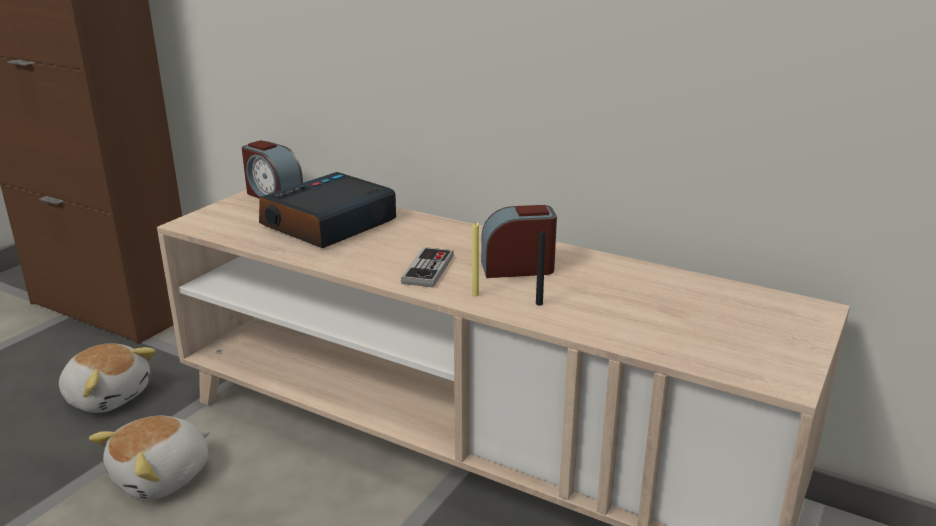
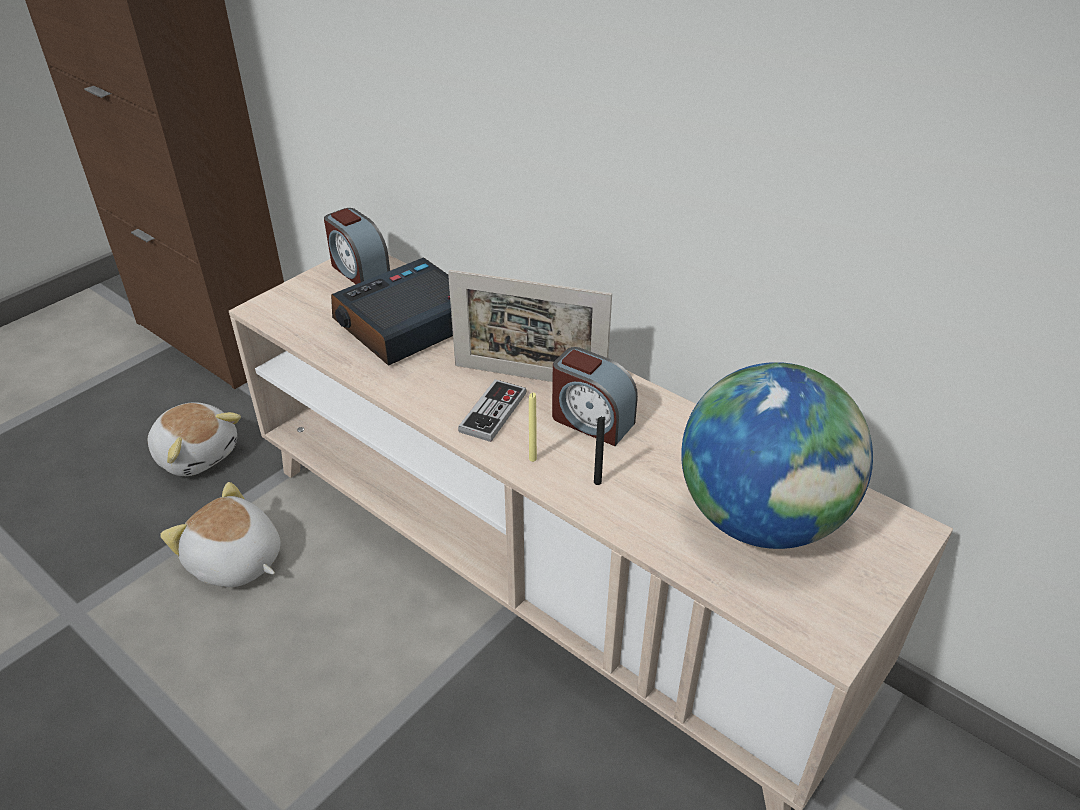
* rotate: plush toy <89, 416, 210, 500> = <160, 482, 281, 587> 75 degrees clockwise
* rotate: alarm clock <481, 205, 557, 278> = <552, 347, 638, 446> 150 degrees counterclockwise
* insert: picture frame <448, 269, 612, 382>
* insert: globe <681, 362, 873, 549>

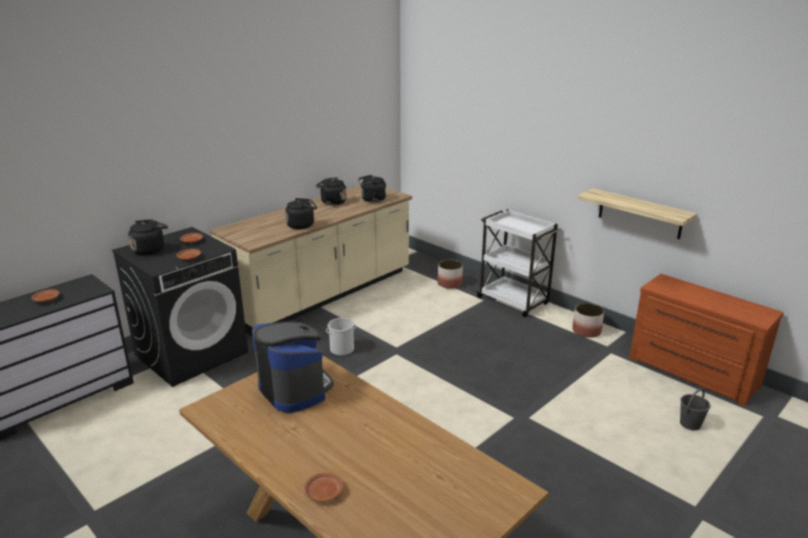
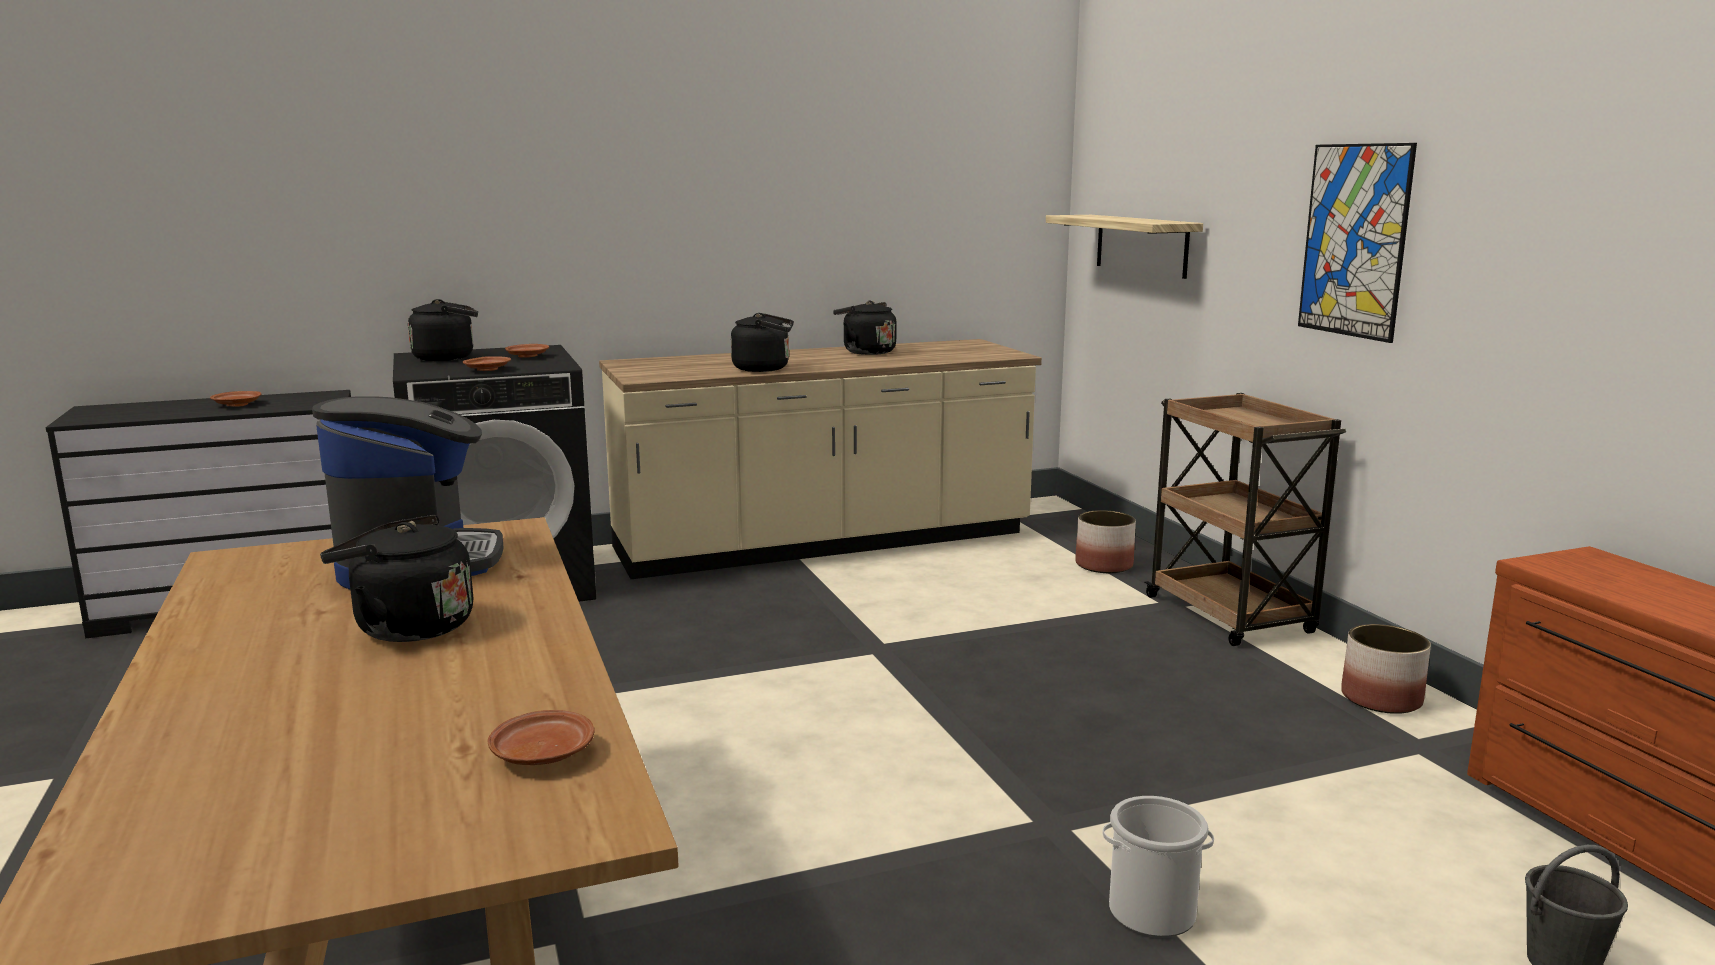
* move: brown plate <305, 473, 343, 502> to <487, 710, 595, 765>
* move: bucket <326, 318, 356, 356> to <1103, 796, 1214, 937>
* move: black kettle <358, 175, 386, 202> to <320, 515, 473, 642>
* recolor: white cart <476, 209, 561, 317> to brown cart <1144, 393, 1346, 646>
* move: shelf <577, 188, 697, 239> to <1046, 215, 1203, 279>
* insert: picture <1298, 143, 1417, 343>

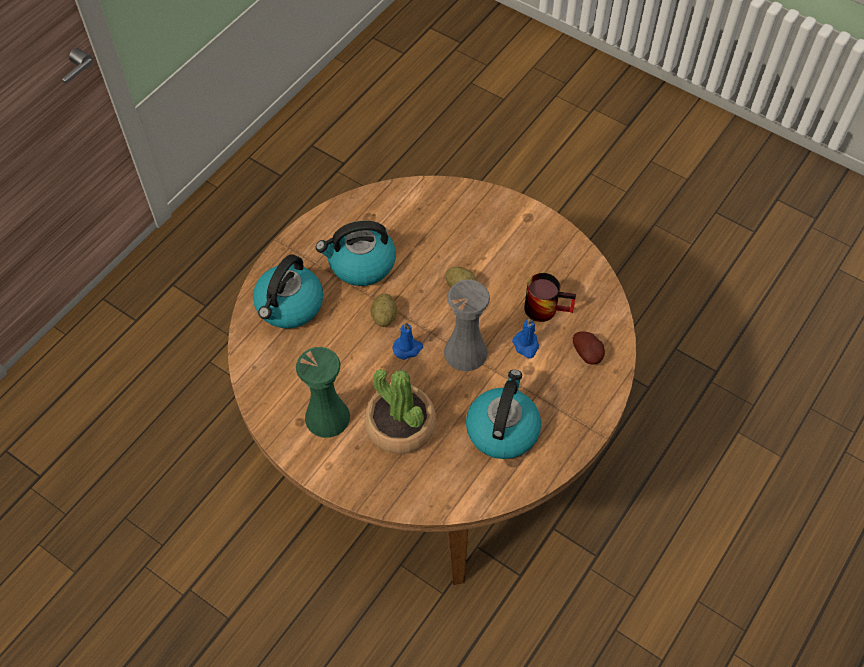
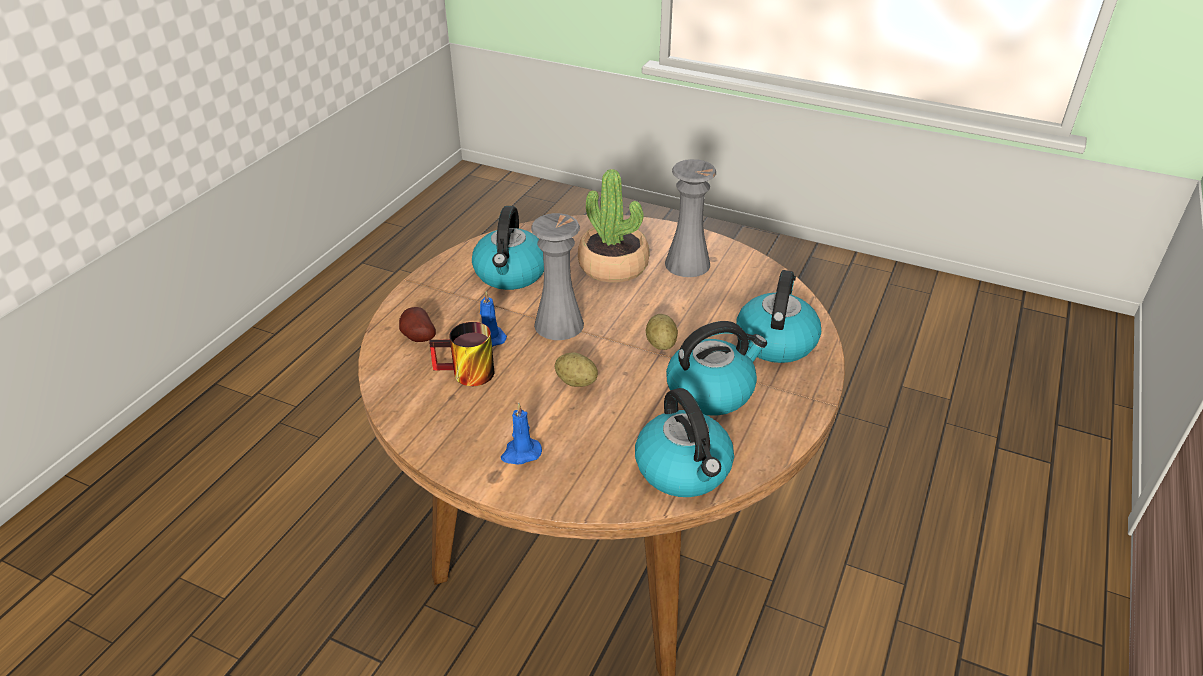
* recolor: green vase <296, 347, 350, 438> to grey vase <665, 159, 716, 277>
* move: blue candle <392, 322, 423, 360> to <501, 403, 542, 464>
* insert: kettle <635, 388, 734, 497>

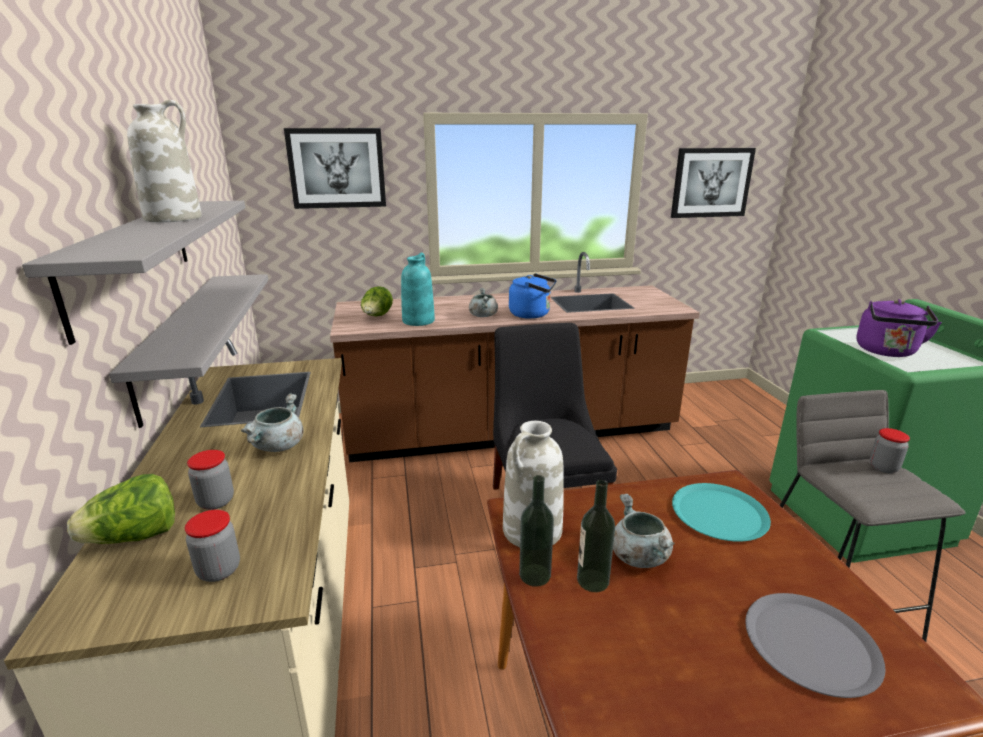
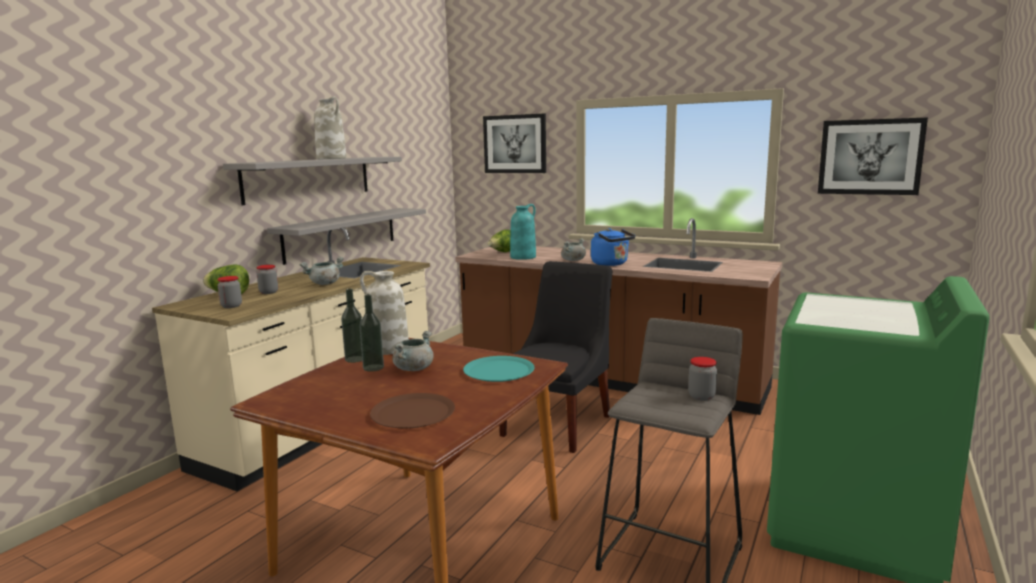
* recolor: grey plate <745, 593, 885, 698> to brown plate <370, 393, 455, 429>
* delete: purple kettle <857, 299, 942, 357>

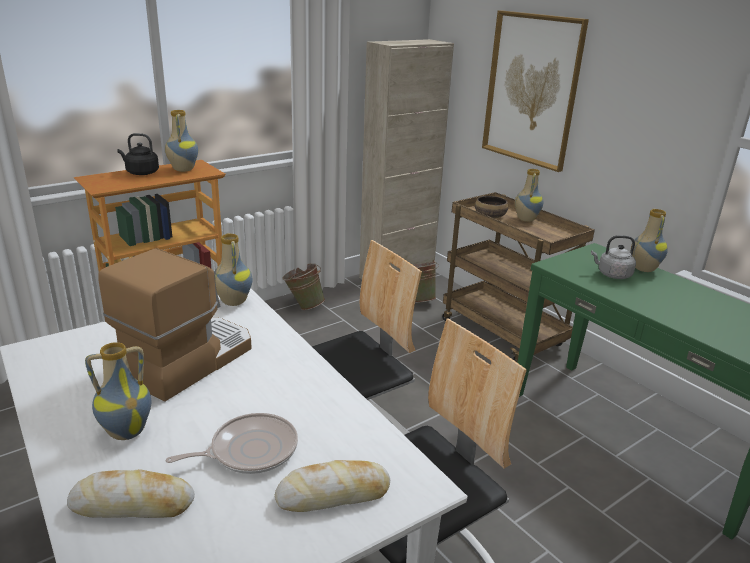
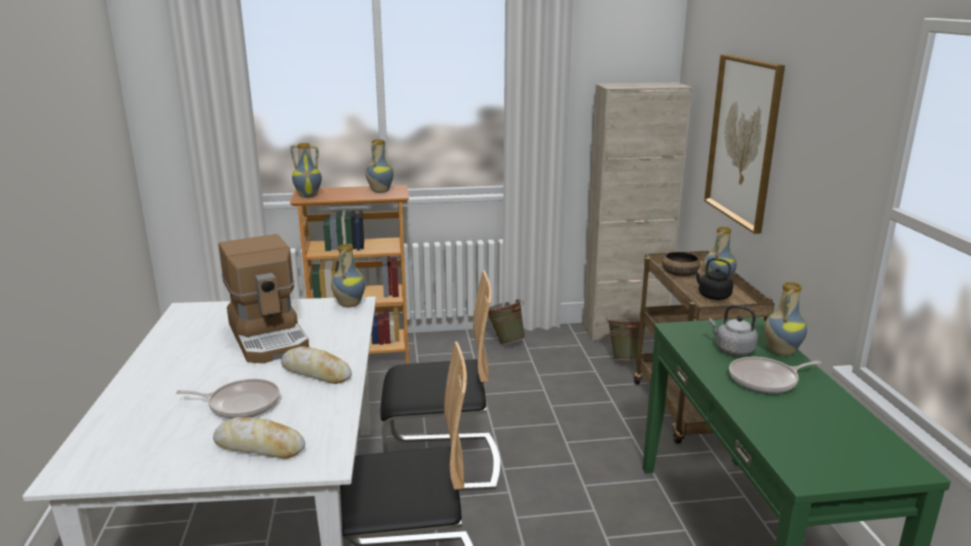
* move: bread <67, 469, 195, 518> to <281, 346, 352, 384>
* move: vase <85, 342, 151, 440> to <290, 143, 322, 198>
* rotate: coffee machine <98, 248, 252, 402> = <218, 234, 309, 363> 90 degrees clockwise
* move: black kettle <117, 133, 159, 175> to <693, 258, 733, 300>
* insert: frying pan <729, 357, 822, 394>

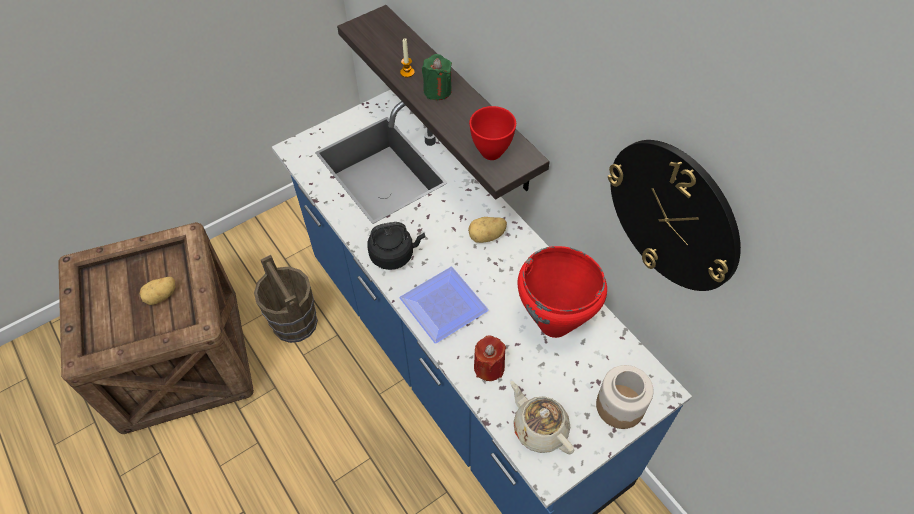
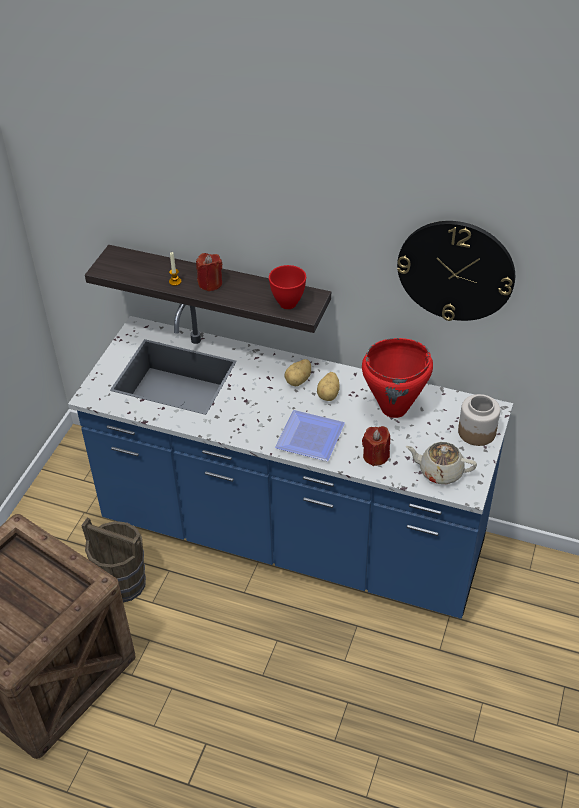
* move: potato <140, 277, 176, 305> to <317, 372, 340, 401>
* delete: black kettle <367, 222, 426, 270>
* recolor: green candle <422, 54, 452, 100> to red candle <196, 253, 222, 291>

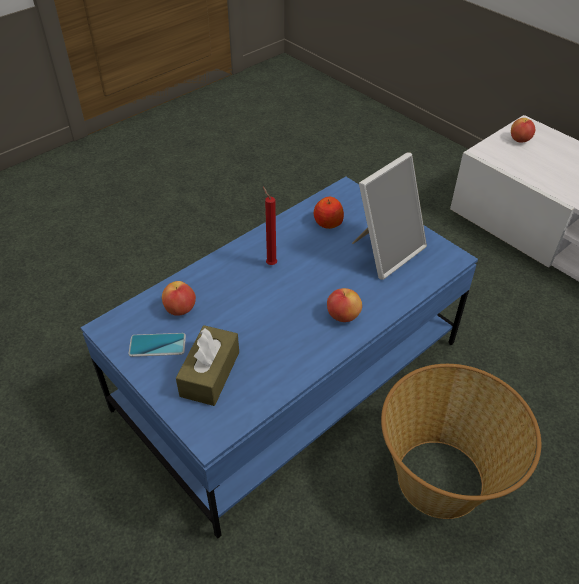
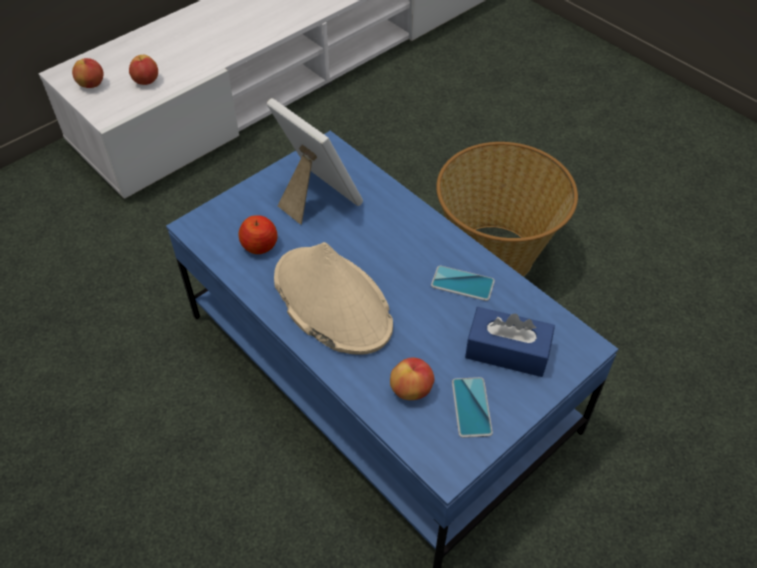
* recolor: brown tissue box <176, 325, 239, 406> to blue tissue box <465, 307, 555, 377>
* replace: red candle <263, 187, 277, 265> to beige hat <274, 242, 393, 355>
* move: apple <327, 288, 362, 322> to <129, 55, 158, 85>
* insert: phone <431, 266, 495, 301>

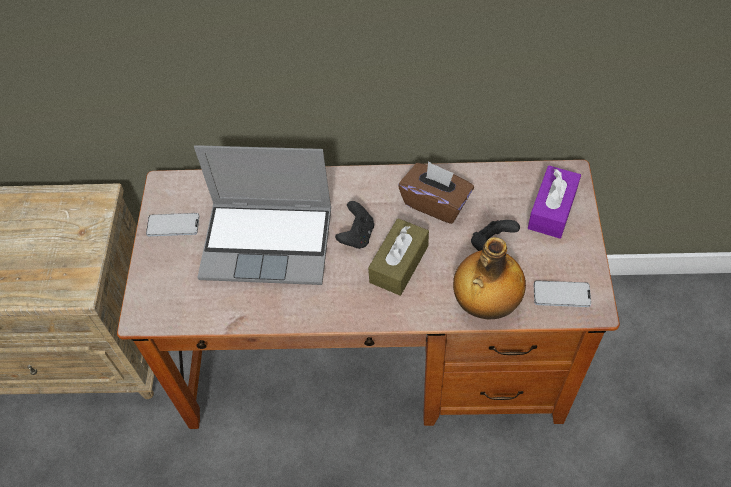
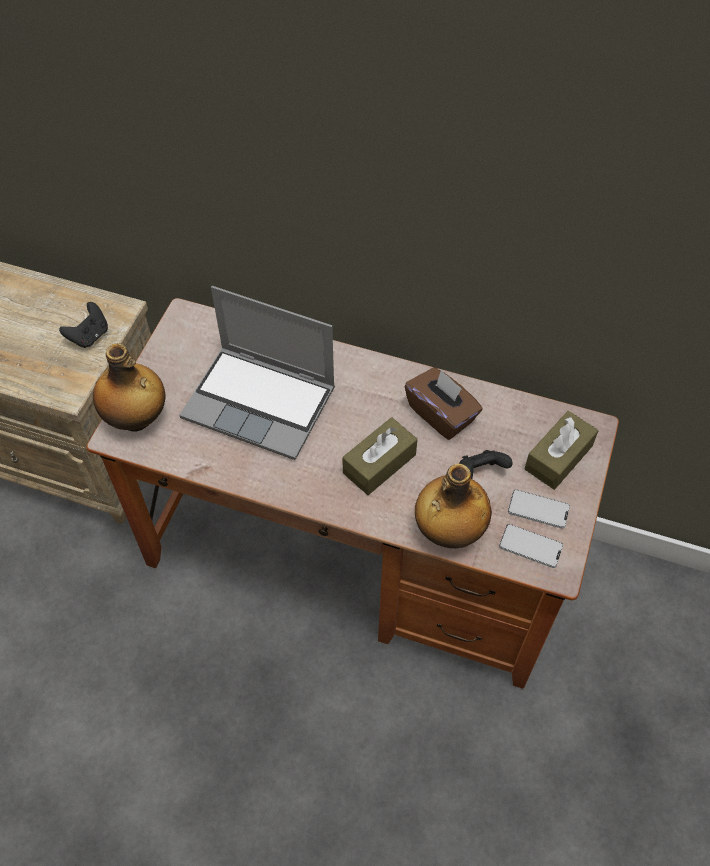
* move: phone <146, 213, 199, 236> to <508, 489, 570, 529>
* move: black game controller <335, 201, 374, 249> to <59, 302, 108, 348>
* recolor: purple tissue box <528, 166, 581, 239> to brown tissue box <525, 411, 598, 490>
* insert: bottle <93, 343, 165, 432>

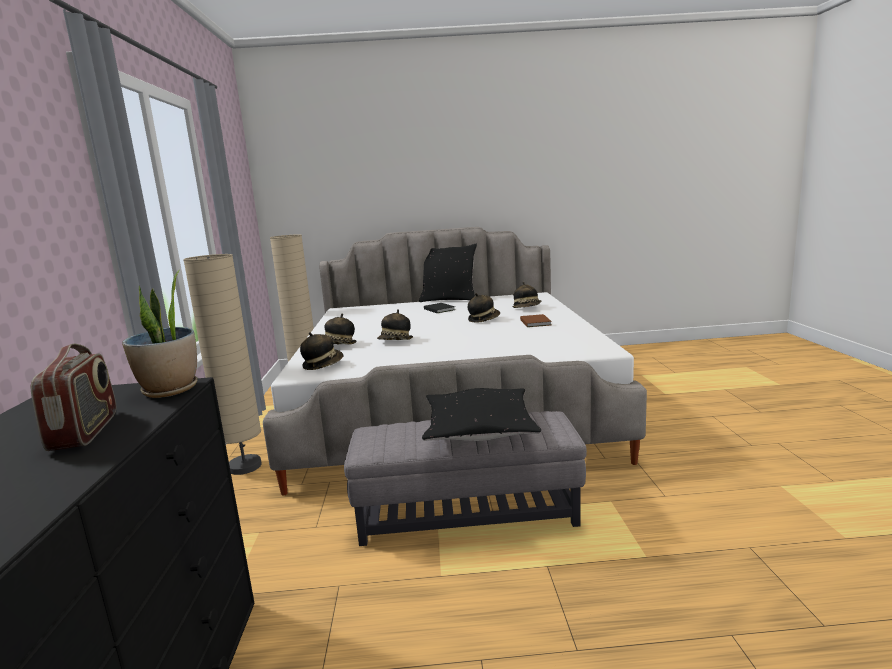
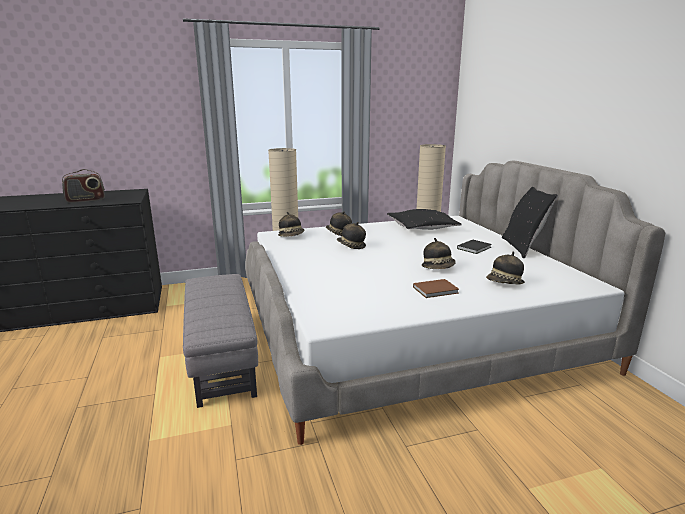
* delete: potted plant <122, 270, 198, 398>
* move: black pillow <422, 388, 542, 441> to <387, 209, 462, 230>

